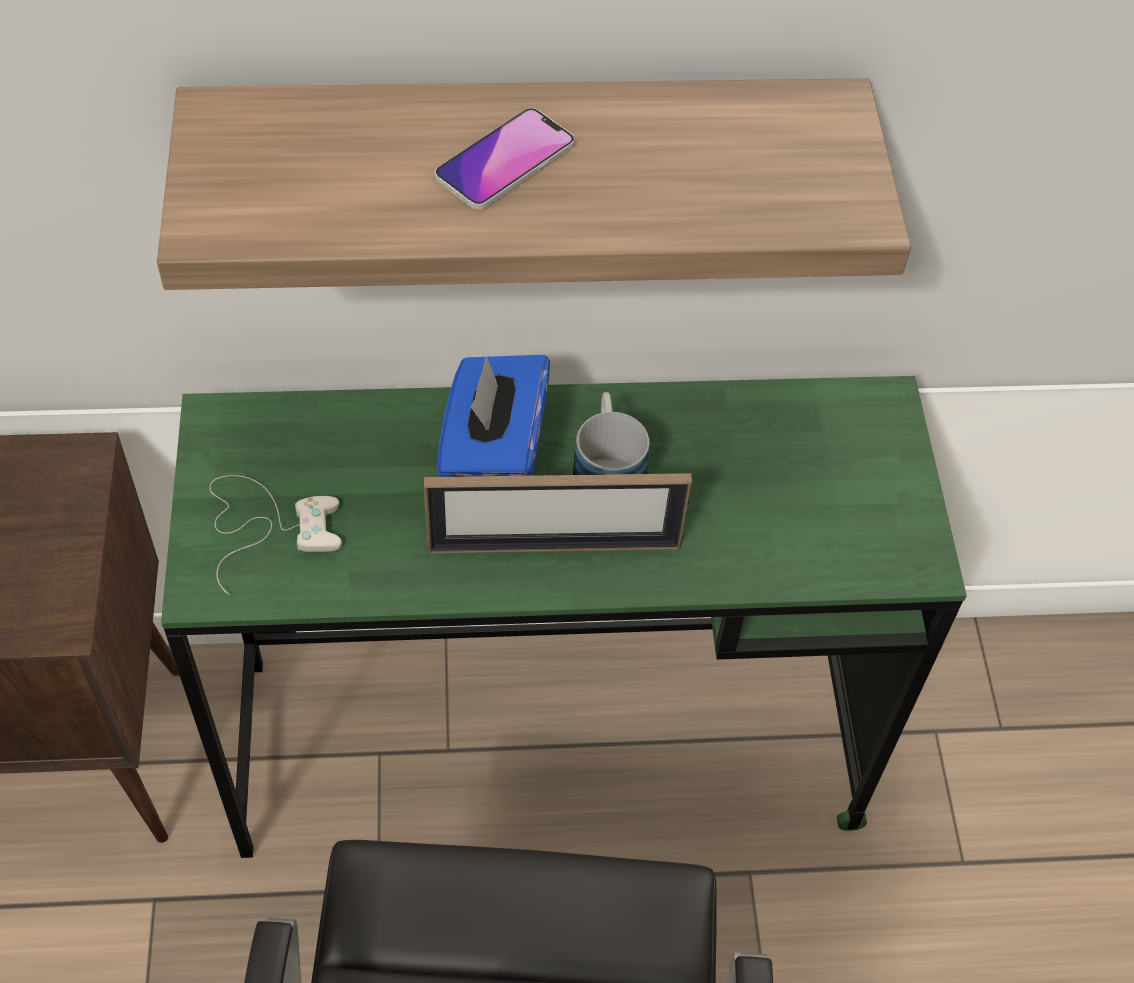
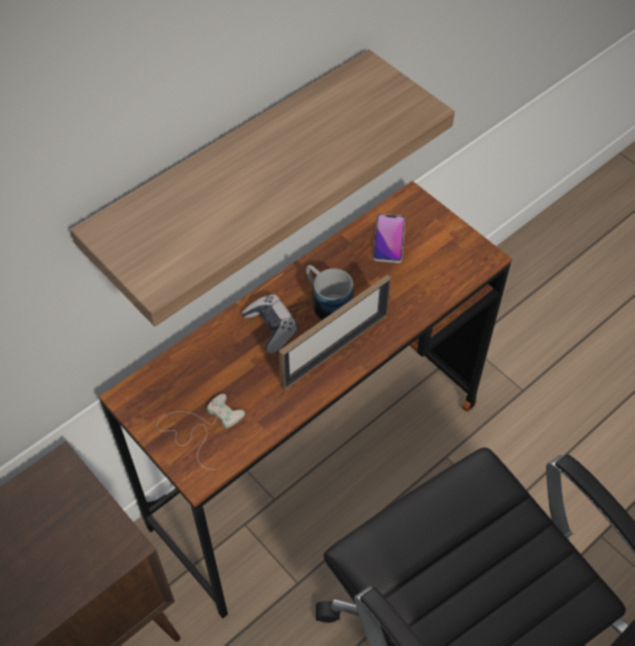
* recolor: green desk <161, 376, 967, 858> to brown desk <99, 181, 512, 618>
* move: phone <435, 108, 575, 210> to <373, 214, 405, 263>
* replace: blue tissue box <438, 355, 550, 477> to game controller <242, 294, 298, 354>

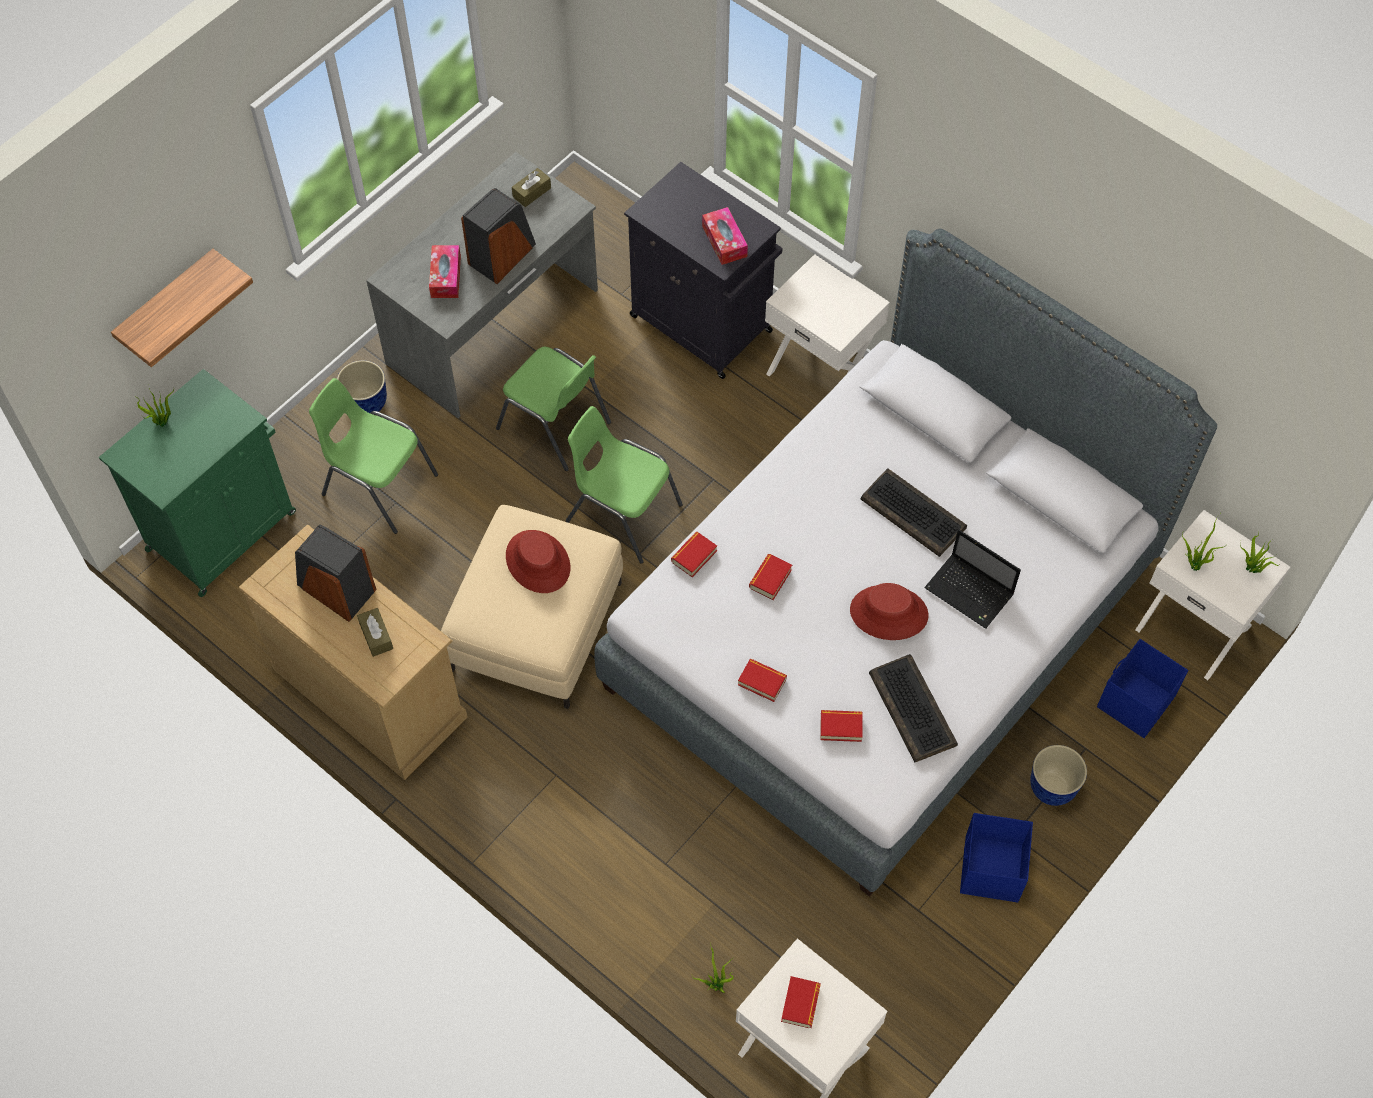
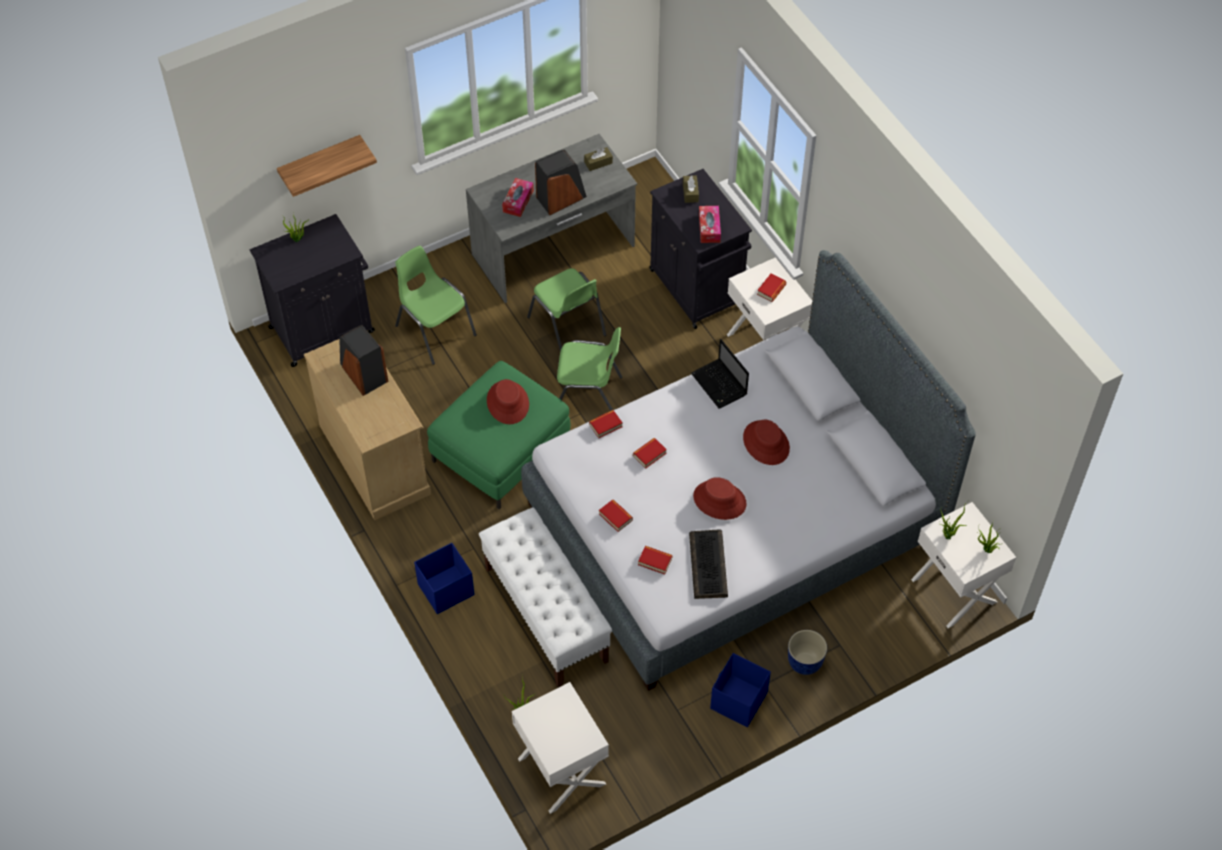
* recolor: green cabinet <99, 369, 296, 597> to black cabinet <250, 214, 375, 367>
* delete: planter <337, 360, 387, 413>
* move: brown tissue box <357, 608, 393, 657> to <683, 175, 699, 203>
* recolor: beige ottoman <441, 505, 623, 709> to green ottoman <427, 361, 570, 510>
* rotate: green chair <566, 406, 683, 564> = <557, 327, 622, 411> 135 degrees clockwise
* move: book <781, 976, 821, 1028> to <757, 273, 786, 302>
* replace: keyboard <861, 469, 967, 557> to red hat <743, 420, 790, 465>
* move: laptop <924, 529, 1021, 629> to <691, 339, 749, 408>
* move: blue storage box <1097, 639, 1188, 738> to <414, 543, 475, 614>
* insert: white bench <479, 507, 612, 688>

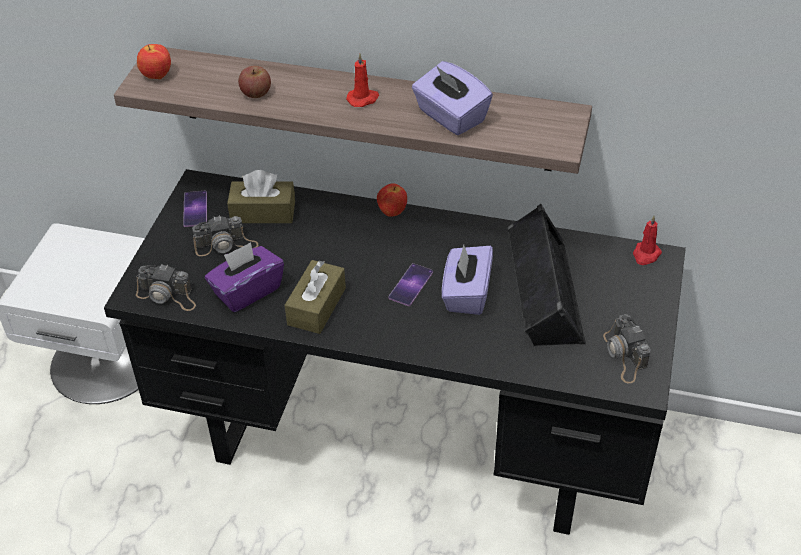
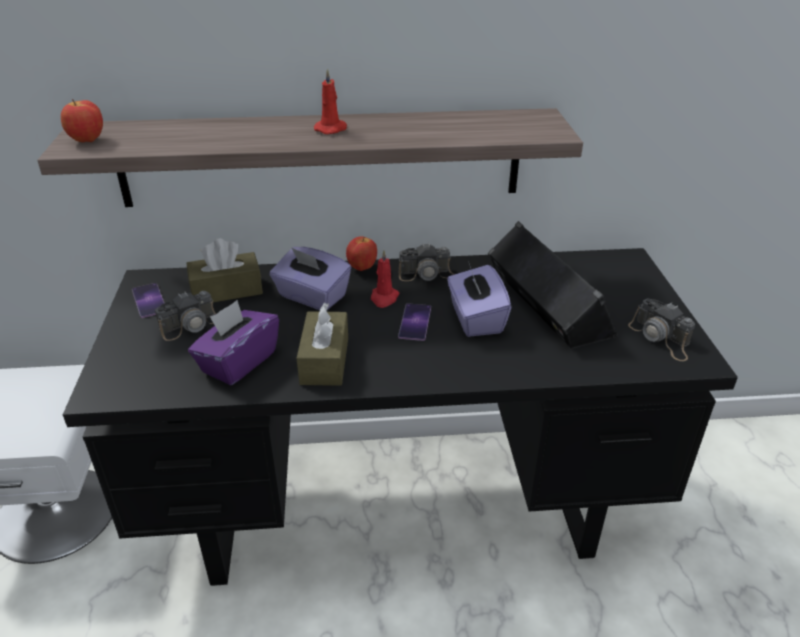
* move: photo camera <136, 264, 196, 311> to <399, 243, 455, 281>
* delete: apple <238, 66, 271, 98>
* move: purple tissue box <412, 61, 493, 135> to <270, 247, 351, 310>
* move: red candle <633, 216, 662, 265> to <371, 250, 400, 308>

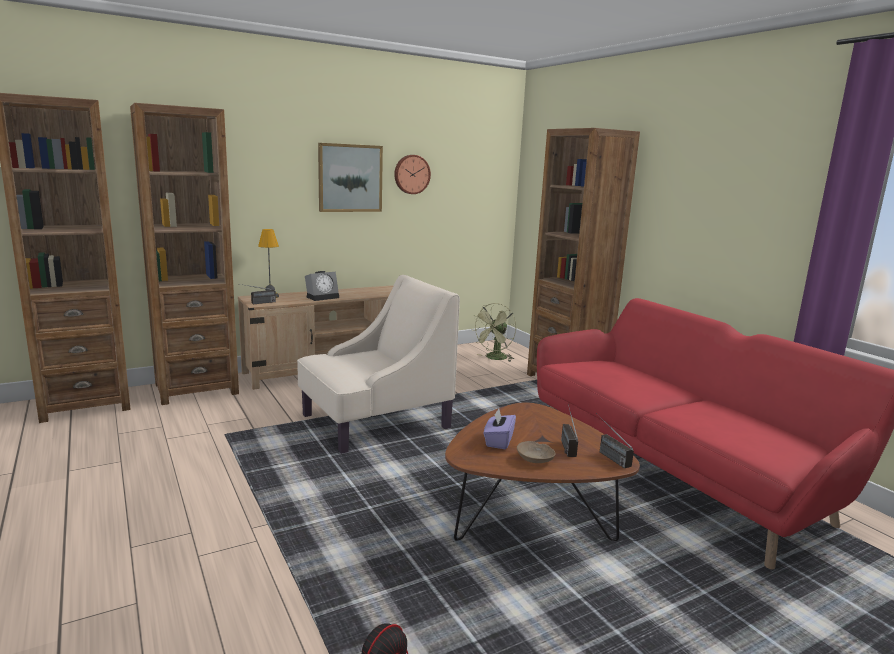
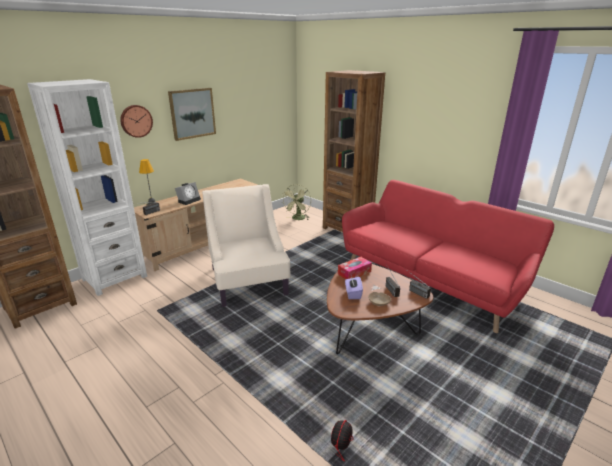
* recolor: brown bookcase <130, 103, 239, 405> to white bookcase <27, 79, 147, 296>
* rotate: beige armchair <297, 275, 460, 454> = <202, 184, 291, 307> 60 degrees counterclockwise
* move: wall clock <394, 155, 431, 194> to <120, 105, 153, 138>
* insert: tissue box <338, 257, 372, 279>

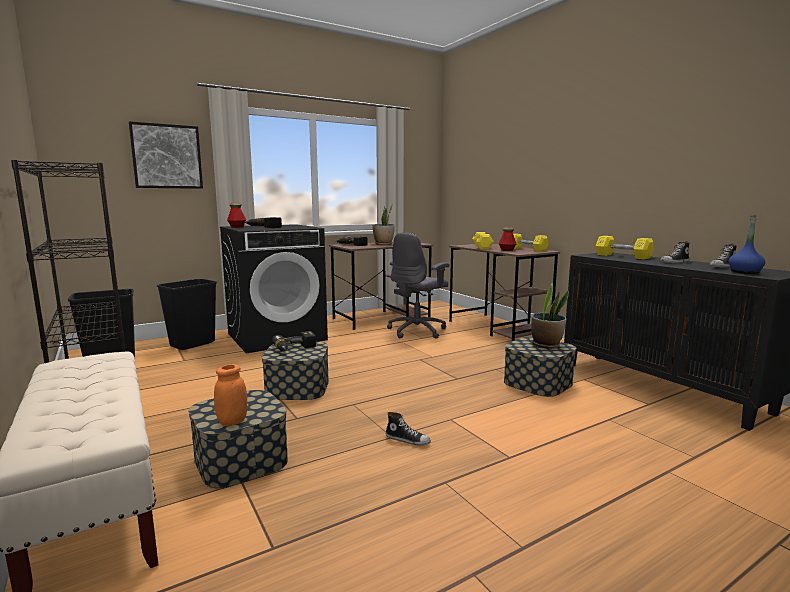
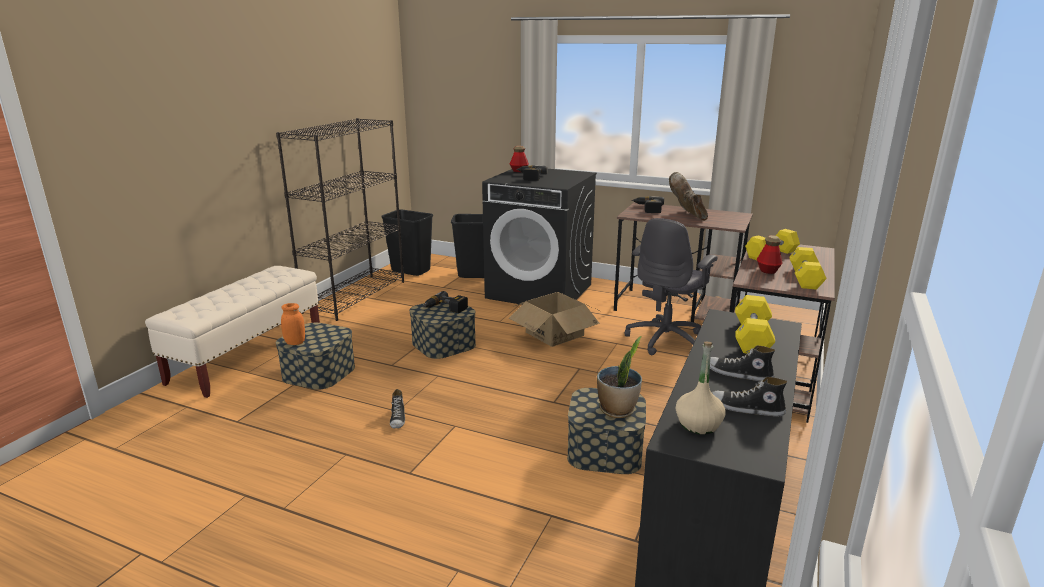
* delete: picture <129, 121, 203, 189>
* replace: potted plant <373, 203, 395, 245> to brown boot <669, 172, 708, 221>
* rotate: grey office chair <387, 233, 450, 339> = <625, 218, 718, 355> 60 degrees counterclockwise
* recolor: blue bottle <729, 215, 765, 274> to beige bottle <676, 341, 726, 435>
* insert: cardboard box <509, 292, 600, 347>

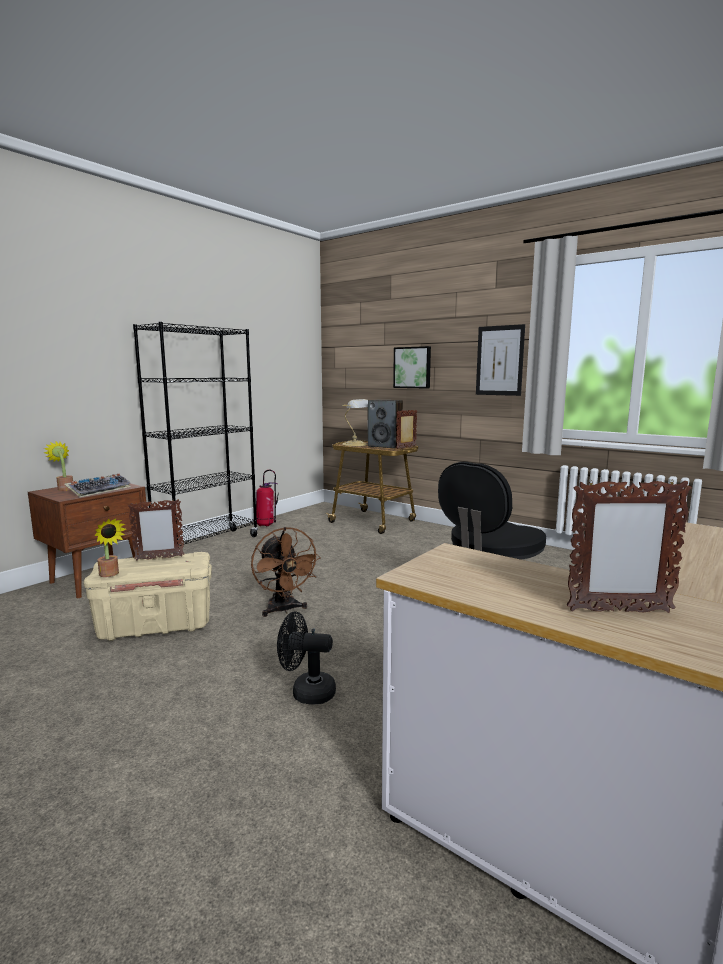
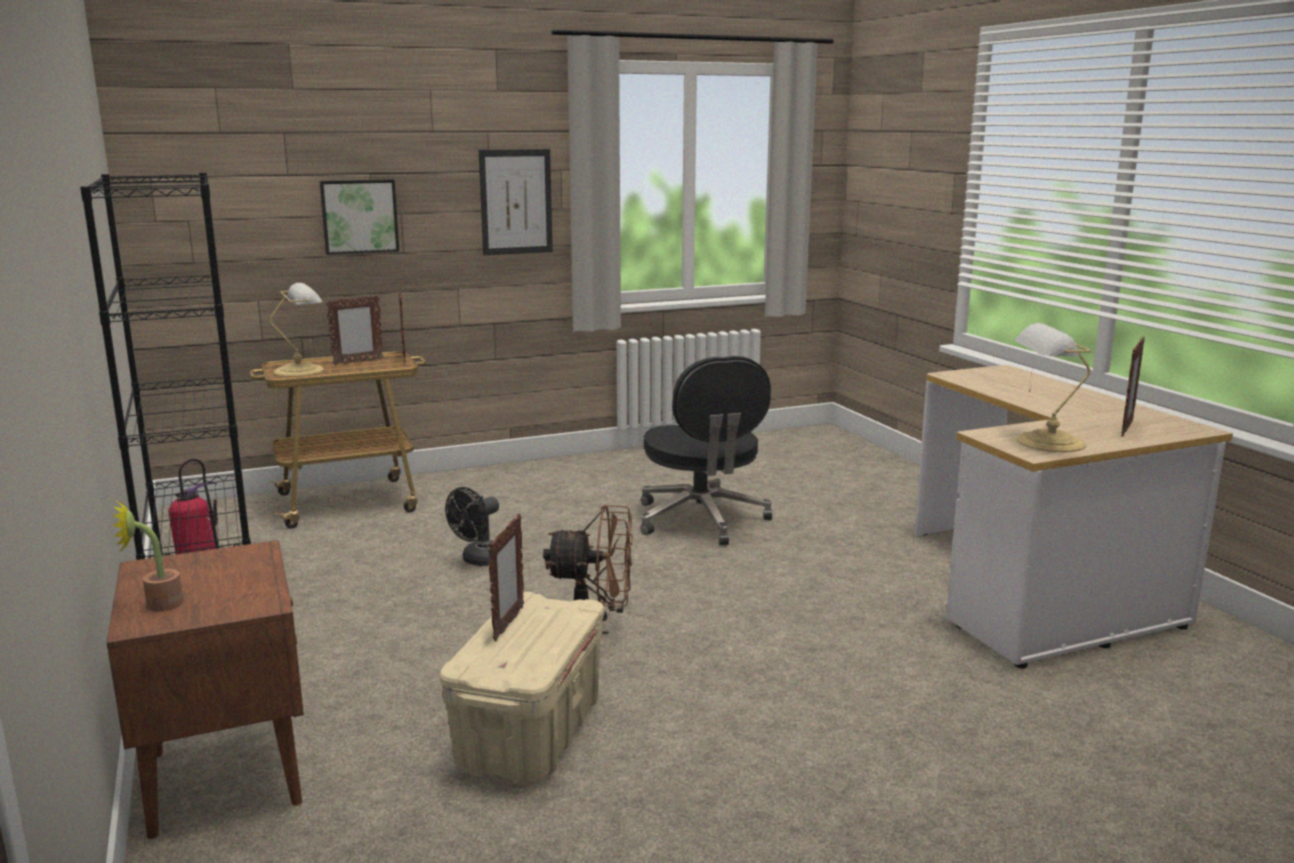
* delete: keyboard <64, 473, 131, 497>
* delete: potted plant <94, 519, 126, 577>
* move: black fan <277, 611, 336, 705> to <445, 487, 499, 566>
* replace: speaker <368, 400, 403, 448> to picture frame <326, 295, 384, 365>
* insert: table lamp <1015, 323, 1091, 452>

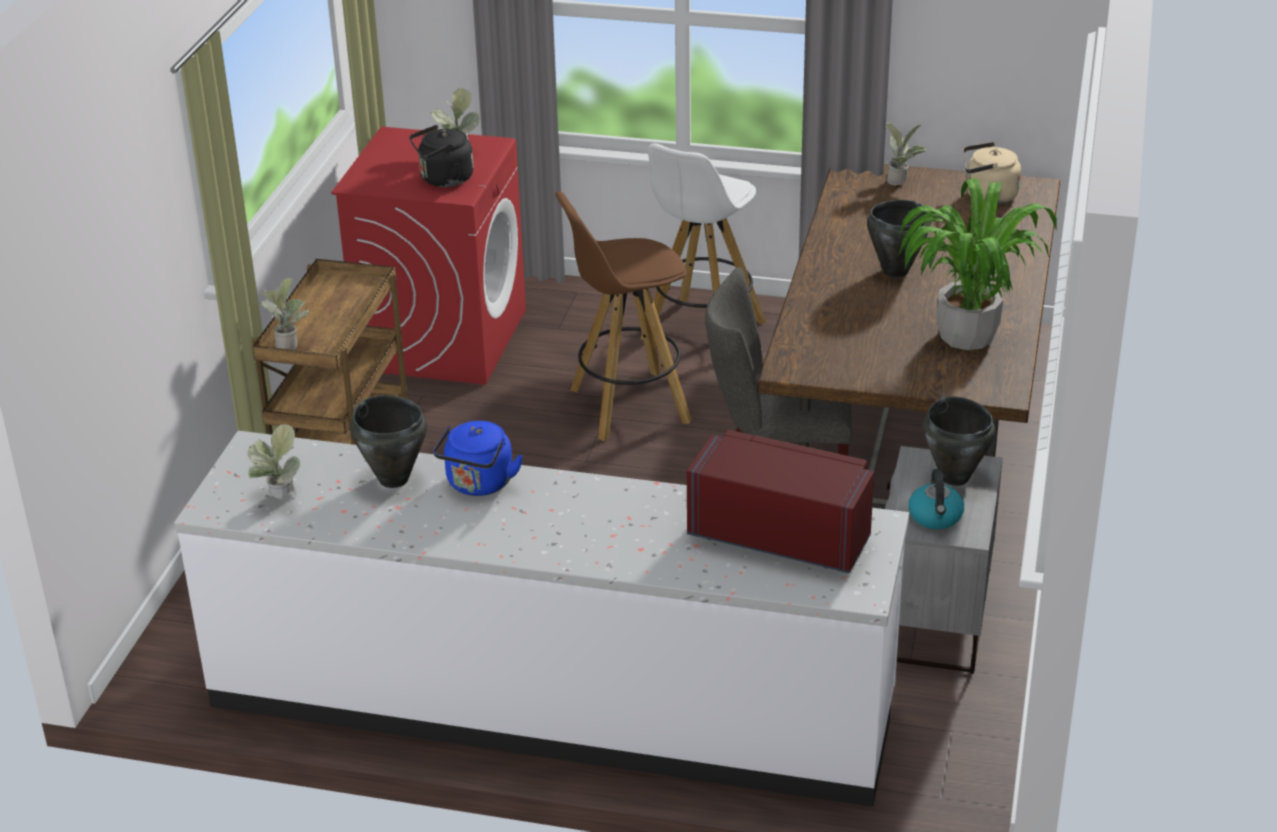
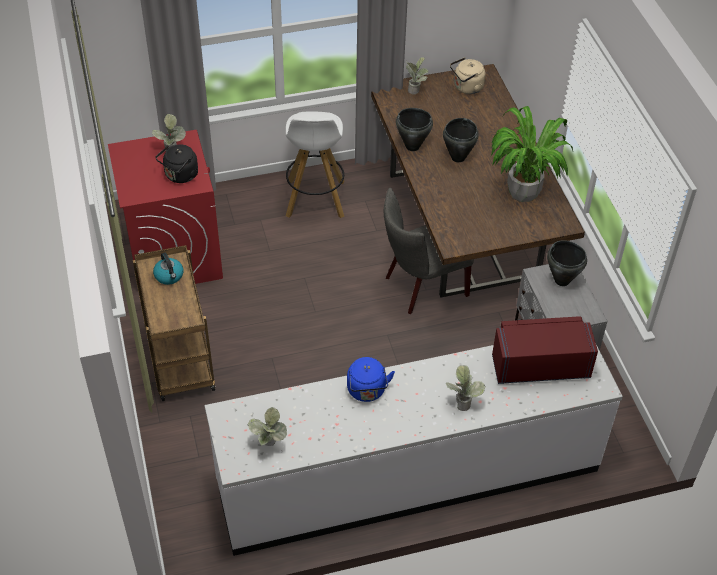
* move: potted plant <260, 278, 309, 350> to <446, 365, 486, 411>
* move: black cooking pot <350, 395, 427, 488> to <396, 108, 433, 151>
* delete: brown stool <555, 191, 691, 441>
* move: kettle <908, 469, 964, 529> to <153, 252, 183, 285>

